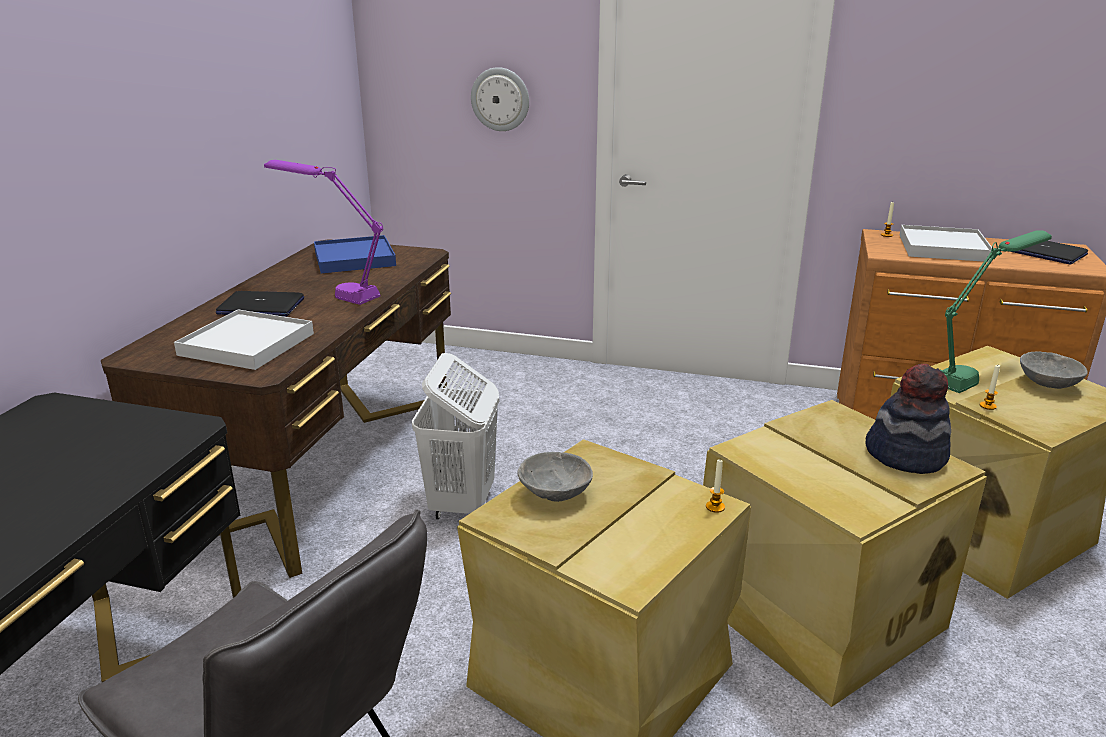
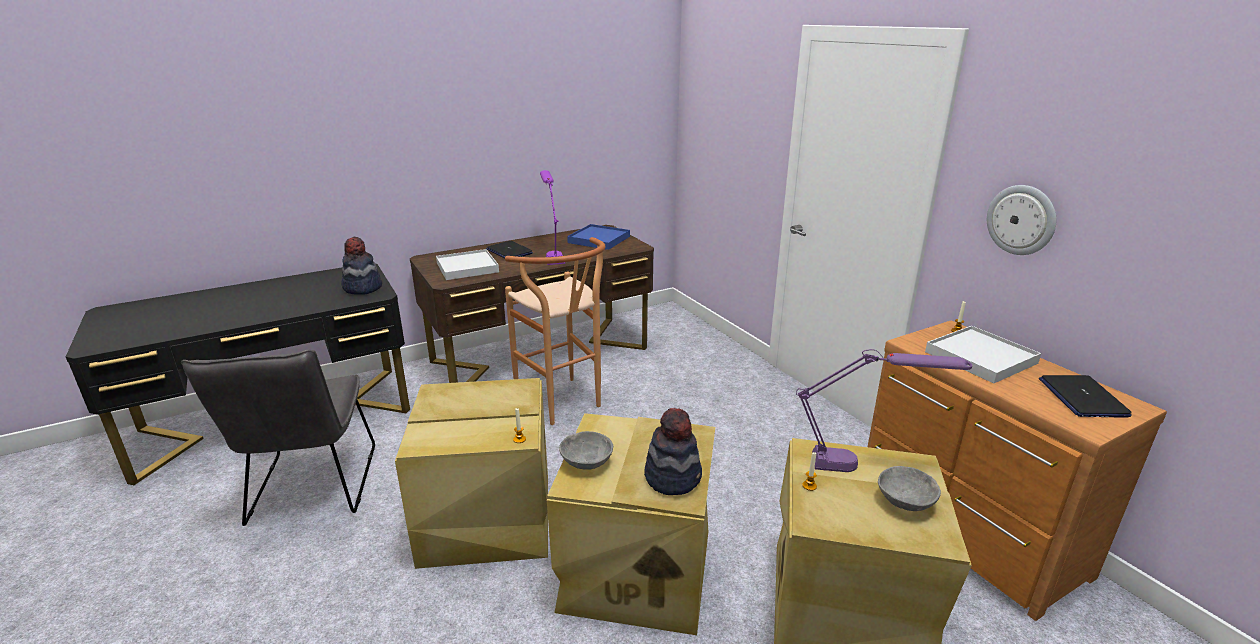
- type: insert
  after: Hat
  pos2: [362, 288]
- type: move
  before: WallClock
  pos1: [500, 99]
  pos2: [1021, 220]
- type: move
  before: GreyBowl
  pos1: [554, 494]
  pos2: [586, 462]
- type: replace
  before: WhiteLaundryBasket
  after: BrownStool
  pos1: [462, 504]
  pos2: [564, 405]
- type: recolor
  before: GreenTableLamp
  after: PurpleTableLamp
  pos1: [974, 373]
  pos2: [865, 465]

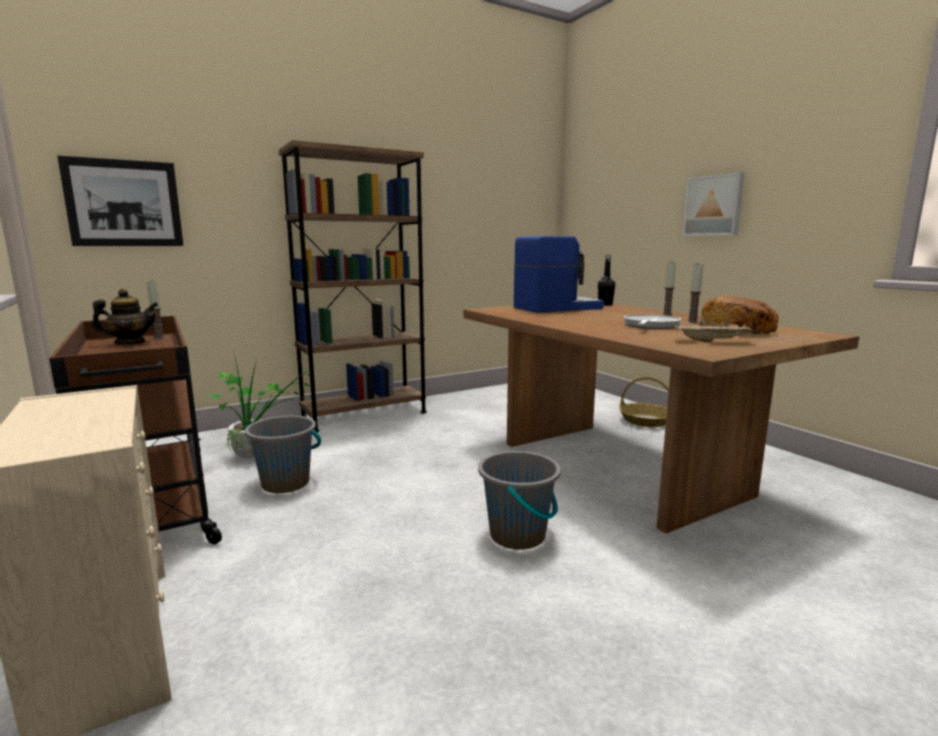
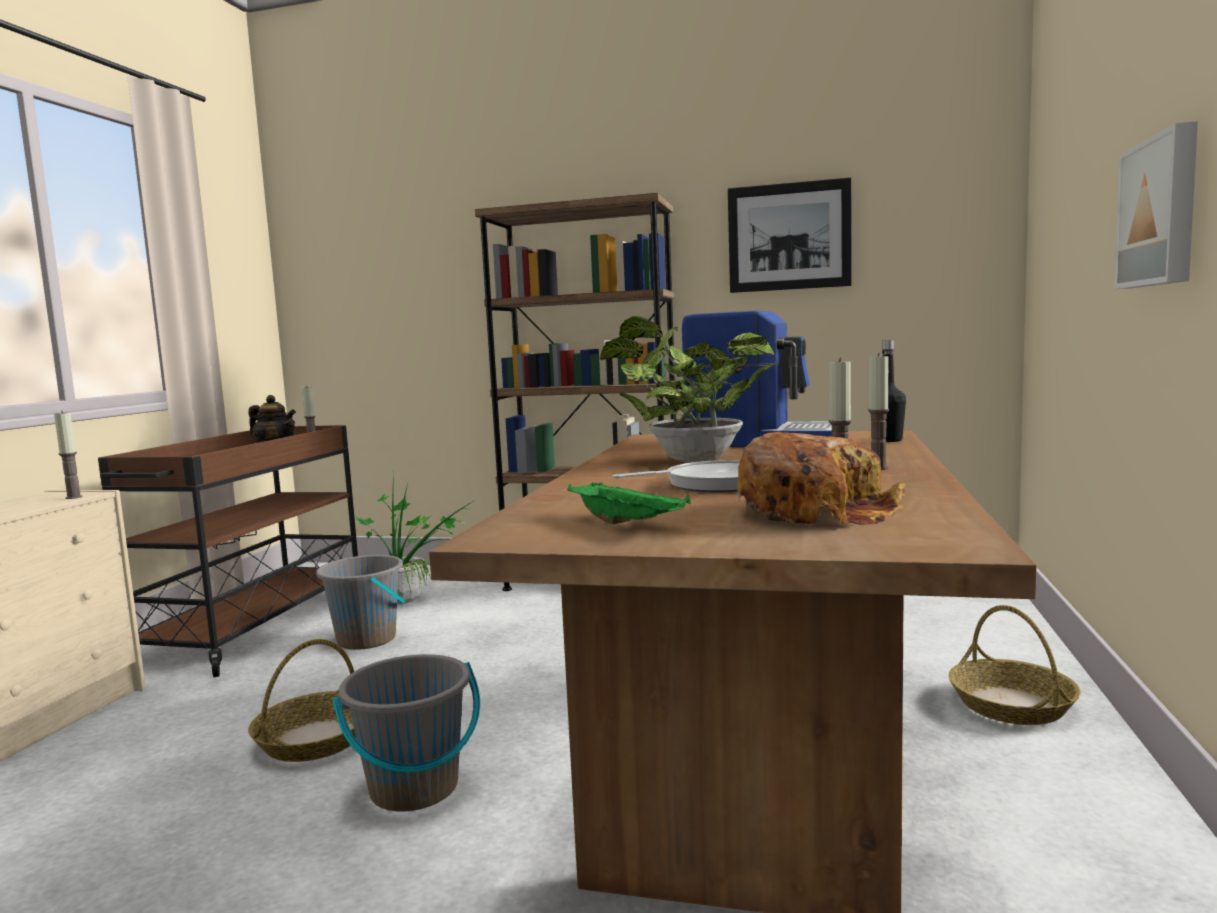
- type: insert
  after: Candle
  pos2: [74, 497]
- type: insert
  after: Basket
  pos2: [315, 739]
- type: insert
  after: PottedPlant
  pos2: [688, 459]
- type: move
  before: Picture
  pos1: [124, 203]
  pos2: [789, 237]
- type: recolor
  before: BeigeTray
  after: GreenTray
  pos1: [714, 341]
  pos2: [629, 524]

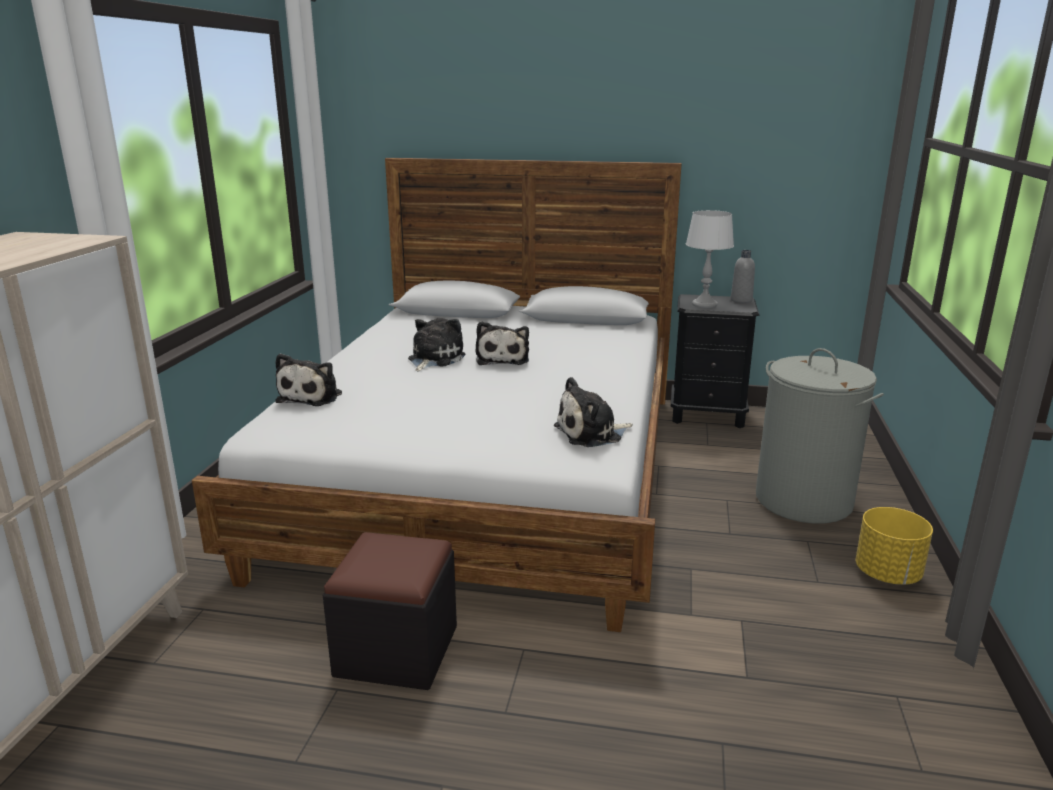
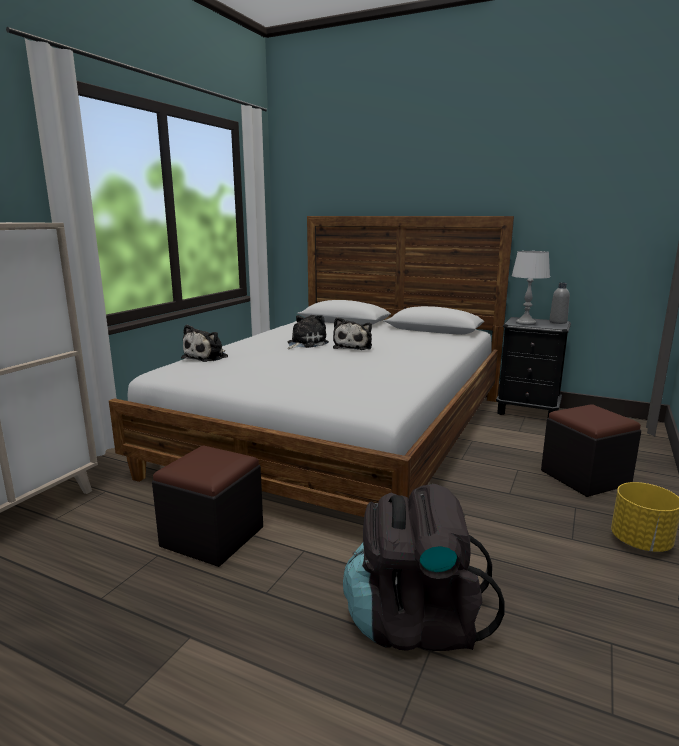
- type: delete
  before: PlushToy
  pos1: [592, 433]
- type: insert
  after: BlackBackpack
  pos2: [415, 622]
- type: replace
  before: GreyLaundryBasket
  after: BlackOttoman
  pos1: [804, 500]
  pos2: [585, 477]

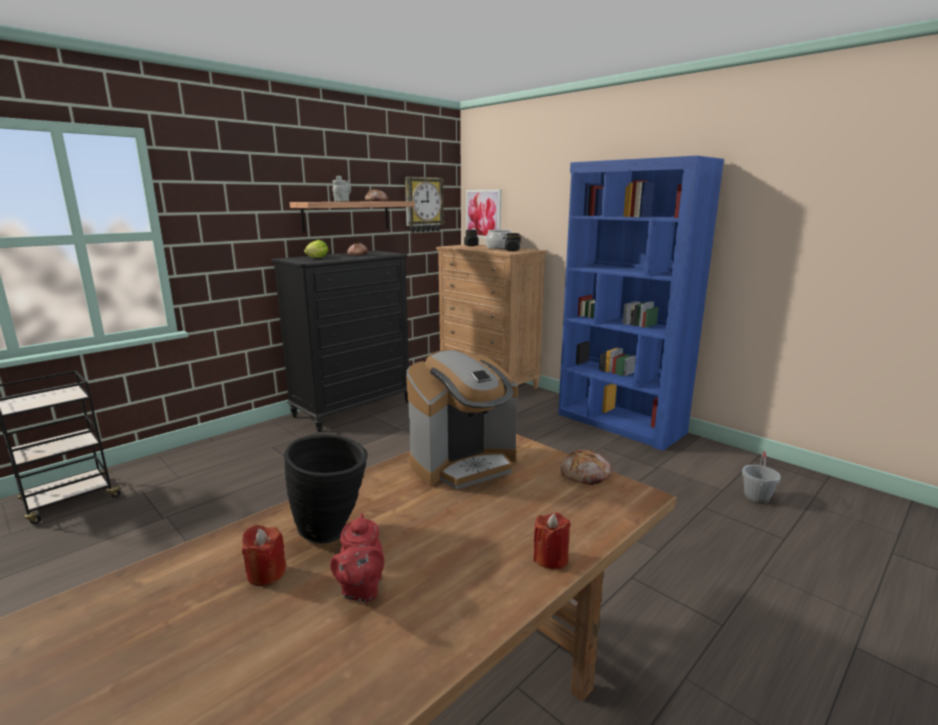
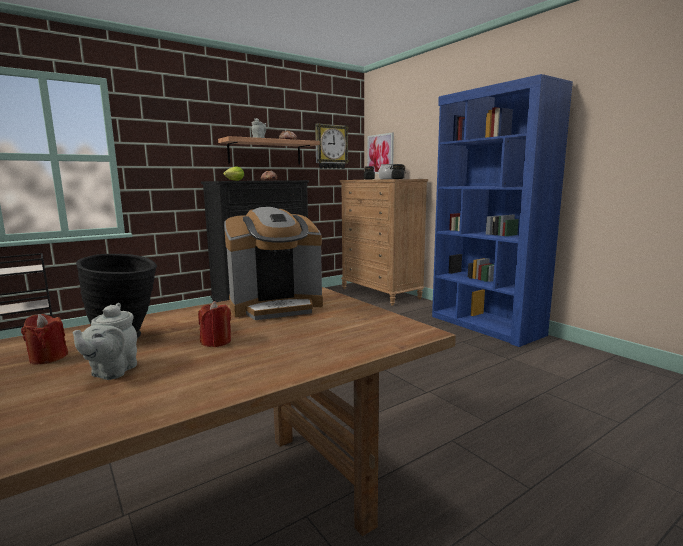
- type: delete
  before: Bread
  pos1: [586, 475]
- type: delete
  before: GreyBucket
  pos1: [757, 498]
- type: move
  before: RedCandle
  pos1: [550, 558]
  pos2: [216, 342]
- type: recolor
  before: RedTeapot
  after: GreyTeapot
  pos1: [361, 589]
  pos2: [112, 372]

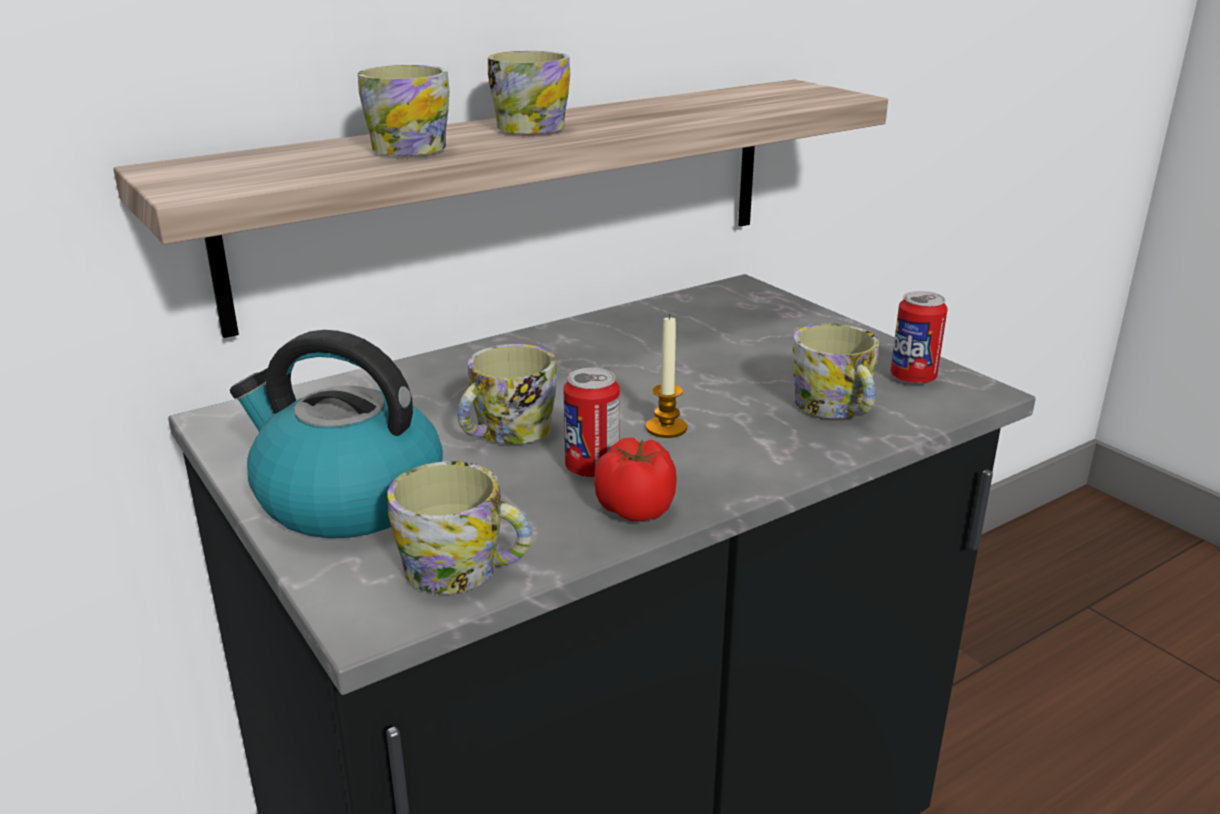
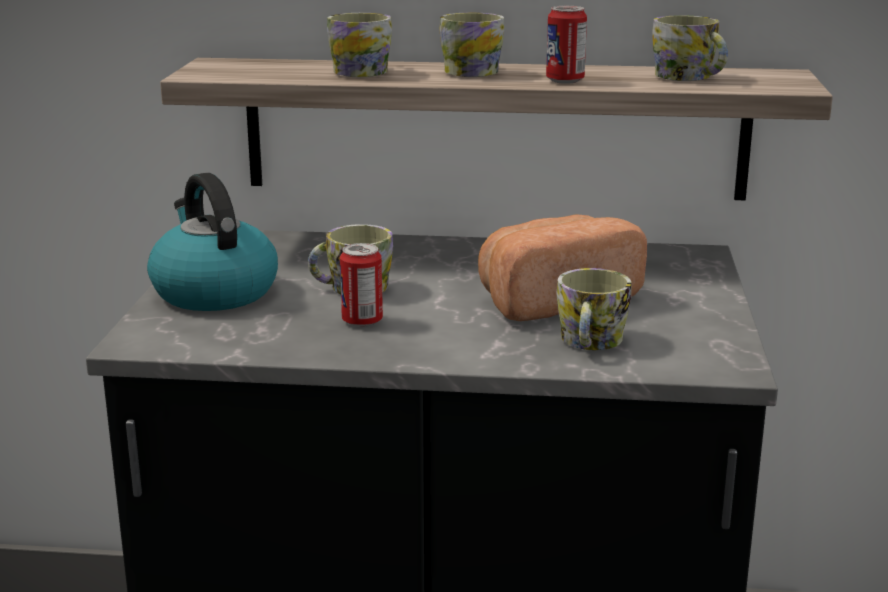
- type: delete
  before: Tomato
  pos1: [637, 508]
- type: delete
  before: Candle
  pos1: [666, 428]
- type: insert
  after: Bread
  pos2: [554, 300]
- type: move
  before: Mug
  pos1: [465, 570]
  pos2: [689, 78]
- type: move
  before: Can
  pos1: [913, 378]
  pos2: [565, 80]

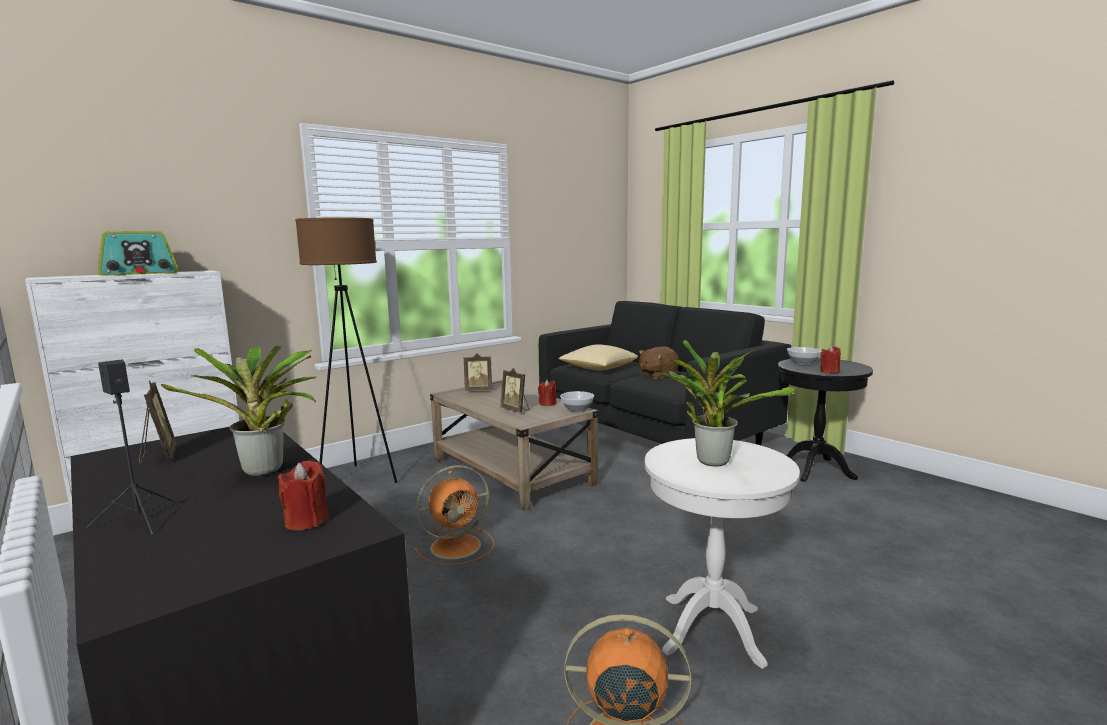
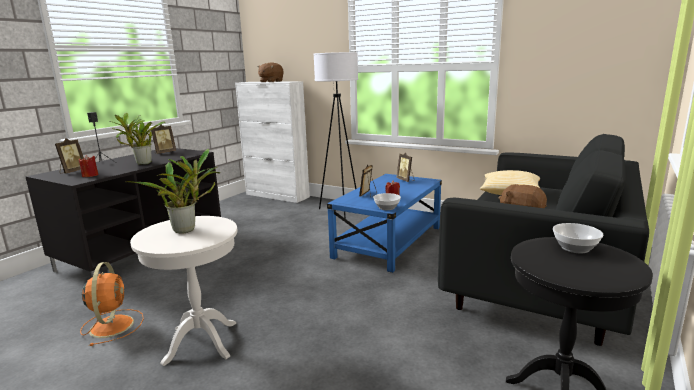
- type: delete
  before: OrangeFan
  pos1: [458, 545]
- type: delete
  before: RedCandle
  pos1: [829, 371]
- type: insert
  after: PictureFrame
  pos2: [72, 171]
- type: replace
  before: Radio
  after: BrownPlushToy
  pos1: [139, 273]
  pos2: [271, 81]
- type: recolor
  before: BrownFloorLamp
  after: WhiteFloorLamp
  pos1: [358, 480]
  pos2: [341, 211]
- type: recolor
  before: BeigeCoffeeTable
  after: BlueCoffeeTable
  pos1: [511, 471]
  pos2: [388, 242]

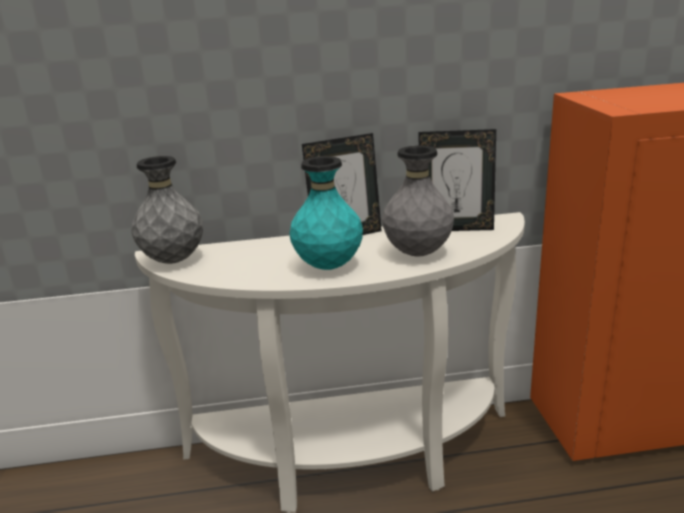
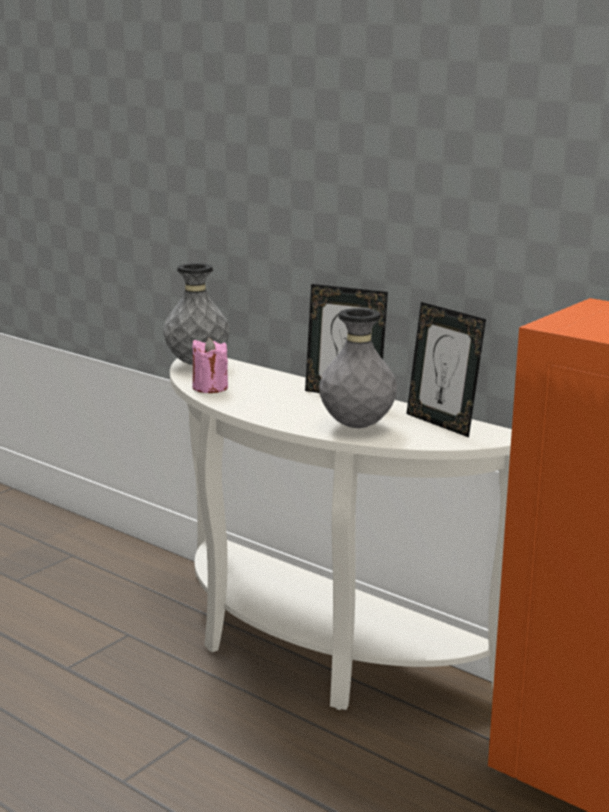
- type: delete
  before: TurquoiseVase
  pos1: [328, 267]
- type: insert
  after: PinkCandle
  pos2: [210, 387]

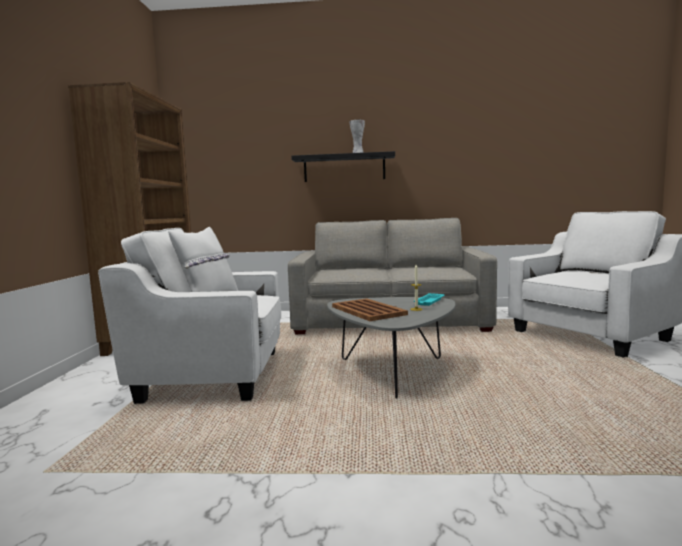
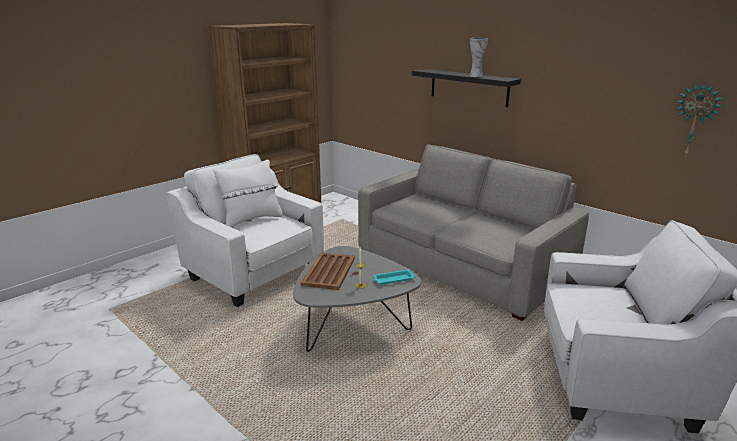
- type: insert
  after: WallClock
  pos2: [695, 120]

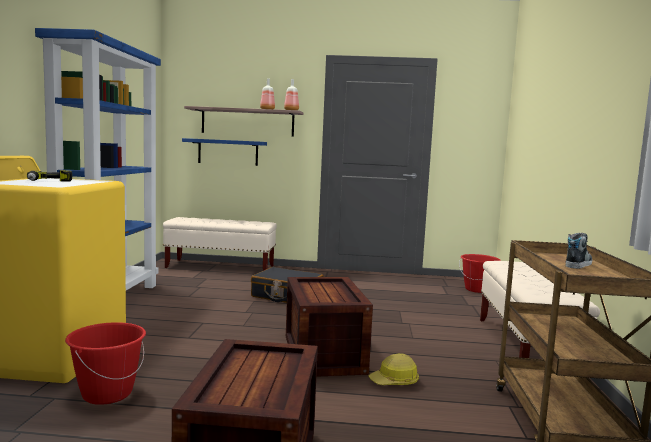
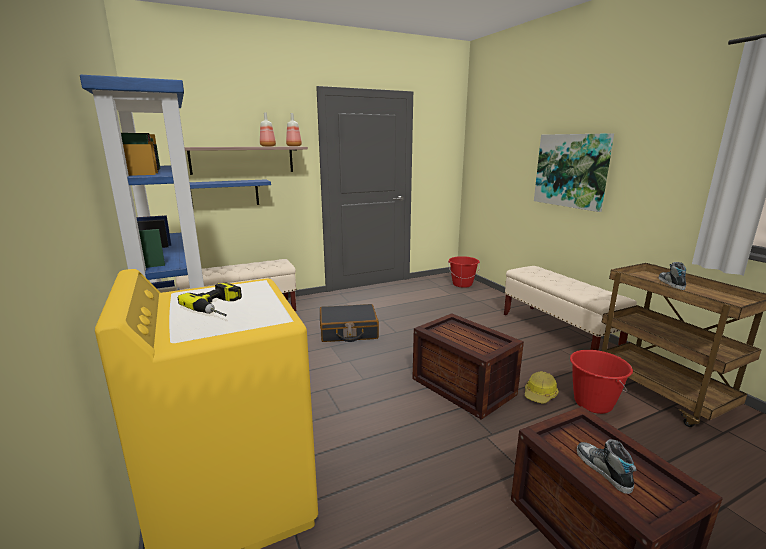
- type: insert
  after: Picture
  pos2: [571, 170]
- type: insert
  after: Shoe
  pos2: [603, 470]
- type: move
  before: RedBucket
  pos1: [107, 393]
  pos2: [592, 403]

